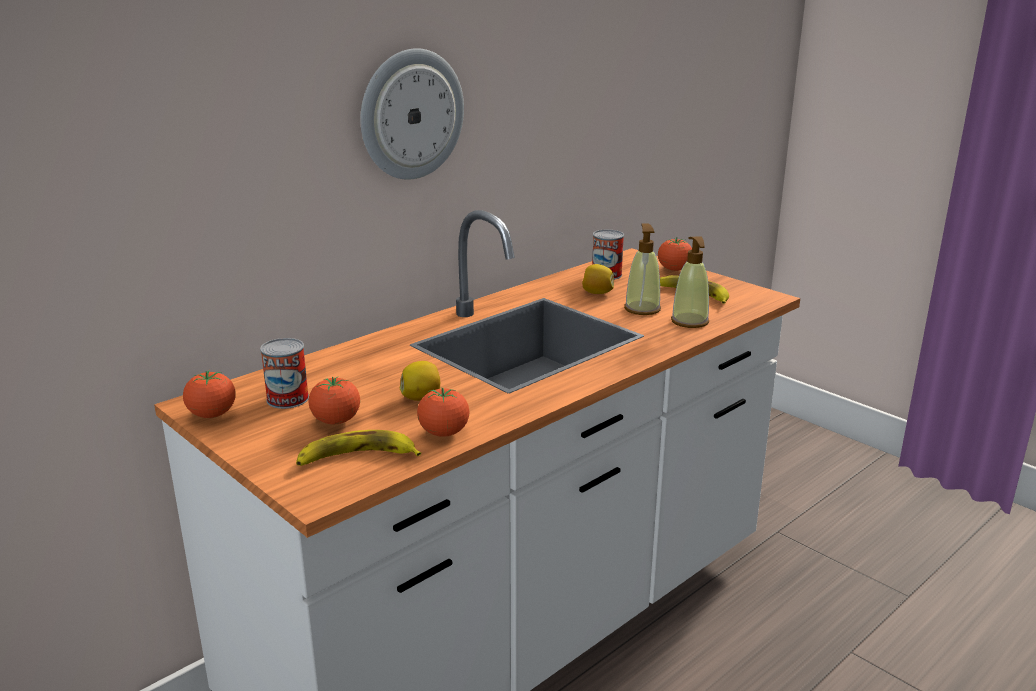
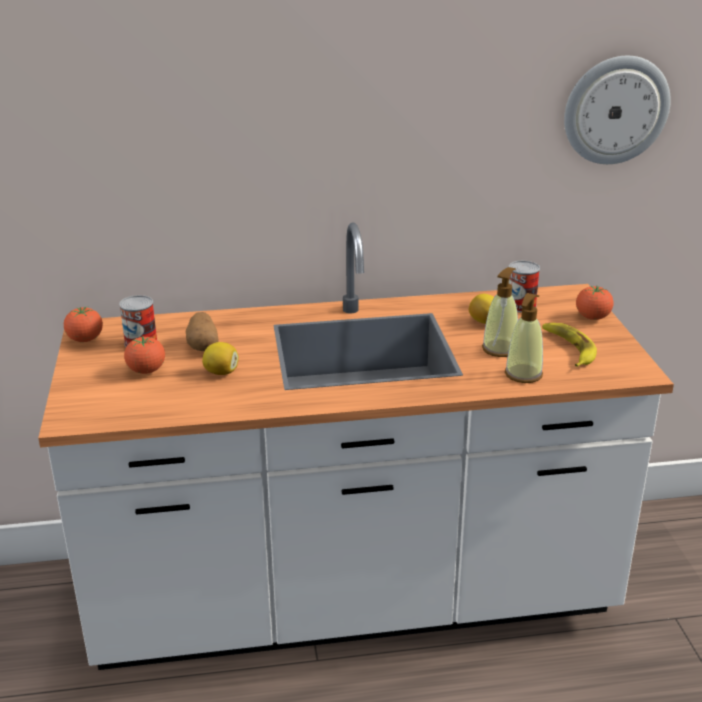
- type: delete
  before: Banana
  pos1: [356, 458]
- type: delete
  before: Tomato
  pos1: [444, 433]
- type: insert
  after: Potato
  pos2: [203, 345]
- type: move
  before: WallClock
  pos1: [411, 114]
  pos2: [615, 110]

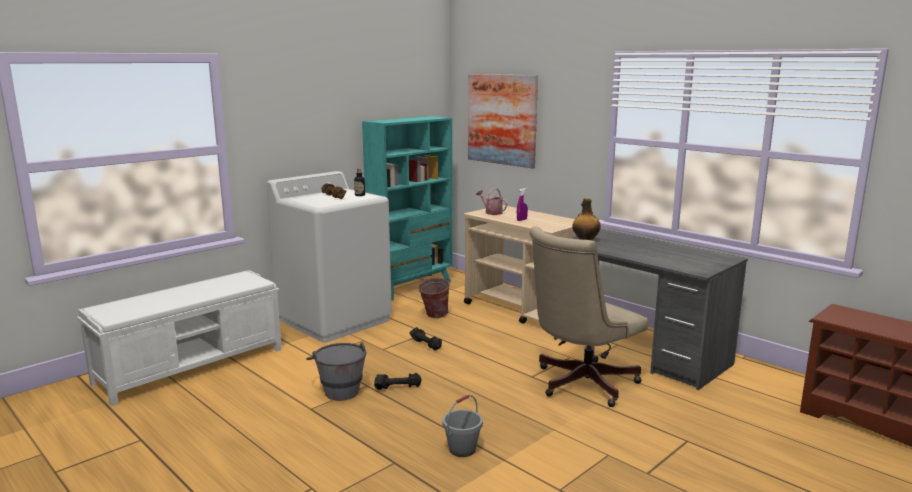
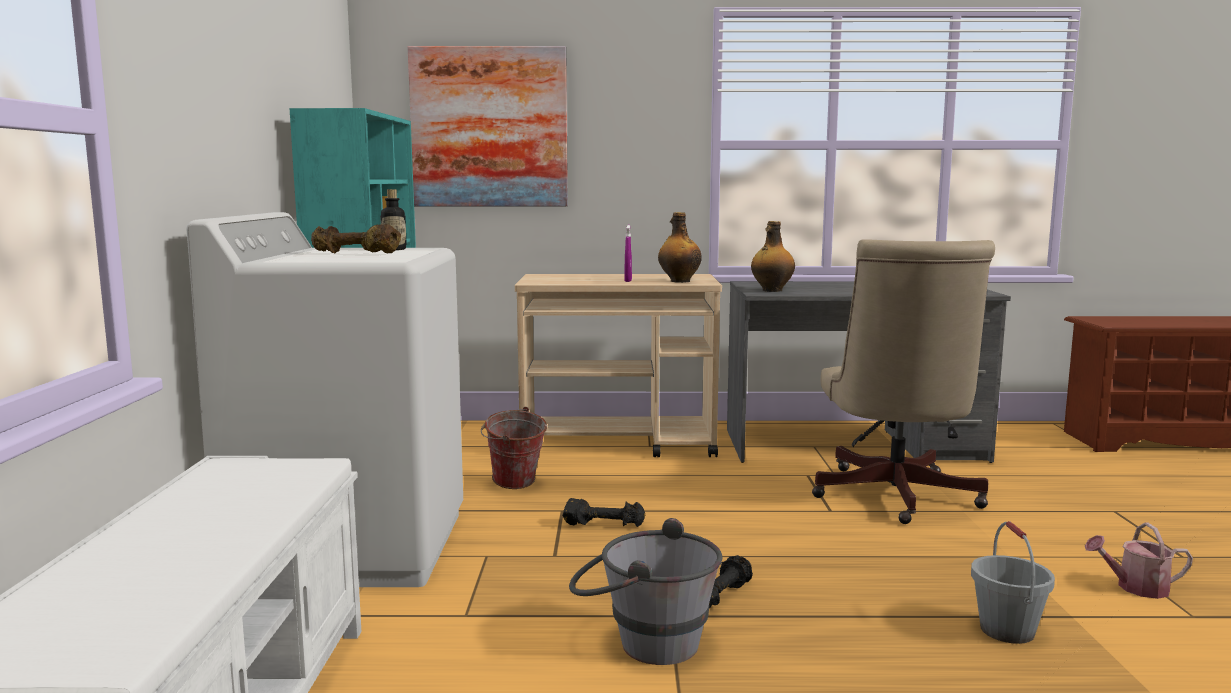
- type: insert
  after: Bottle
  pos2: [679, 281]
- type: move
  before: WateringCan
  pos1: [491, 212]
  pos2: [1136, 588]

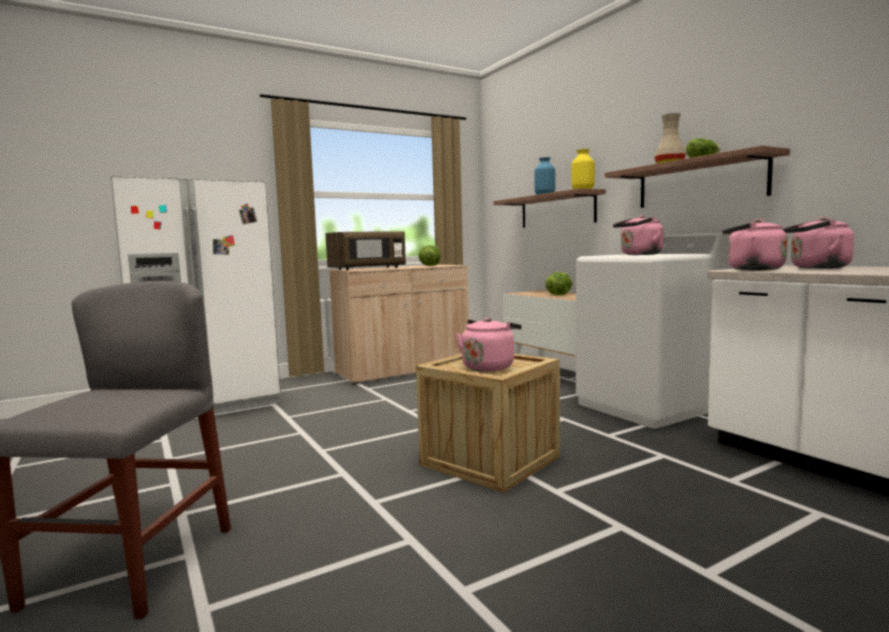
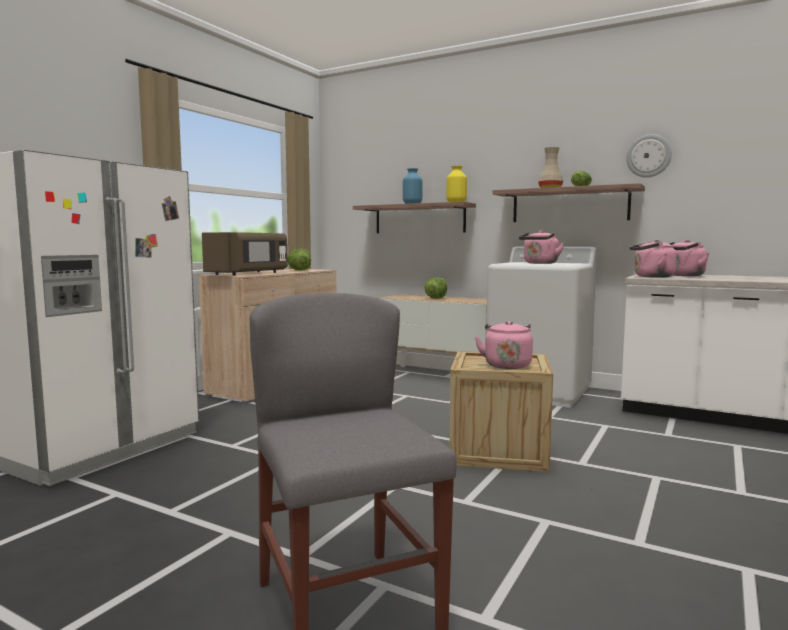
- type: insert
  after: WallClock
  pos2: [648, 156]

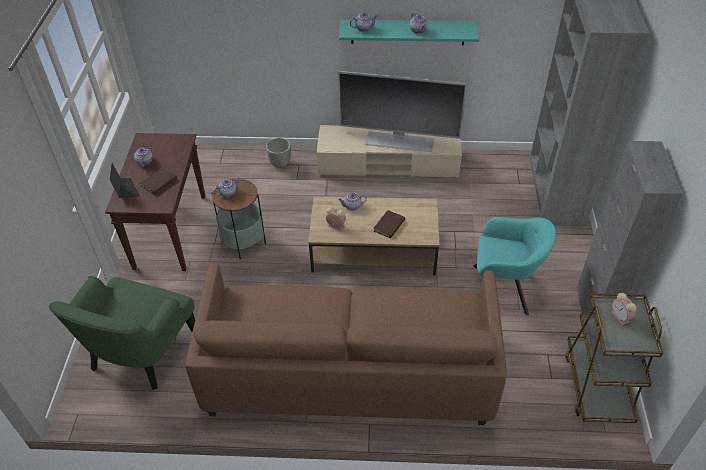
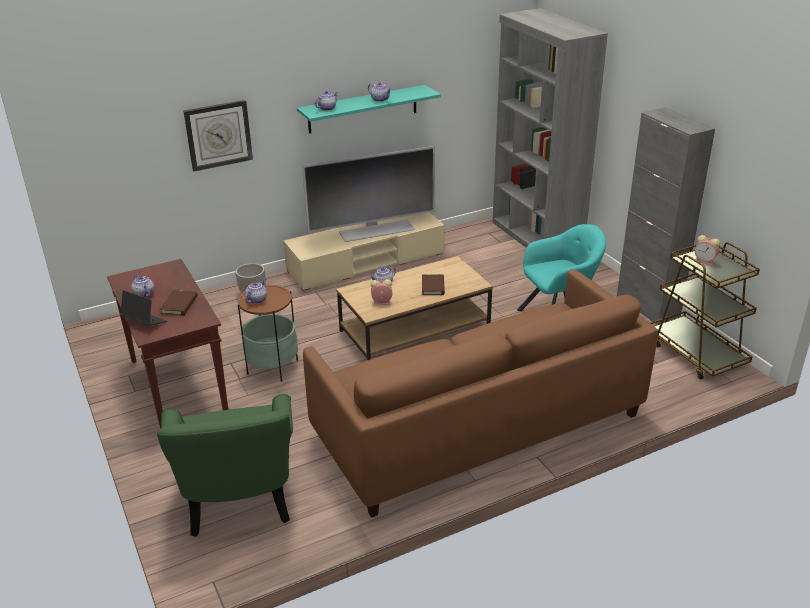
- type: insert
  after: WallClock
  pos2: [218, 135]

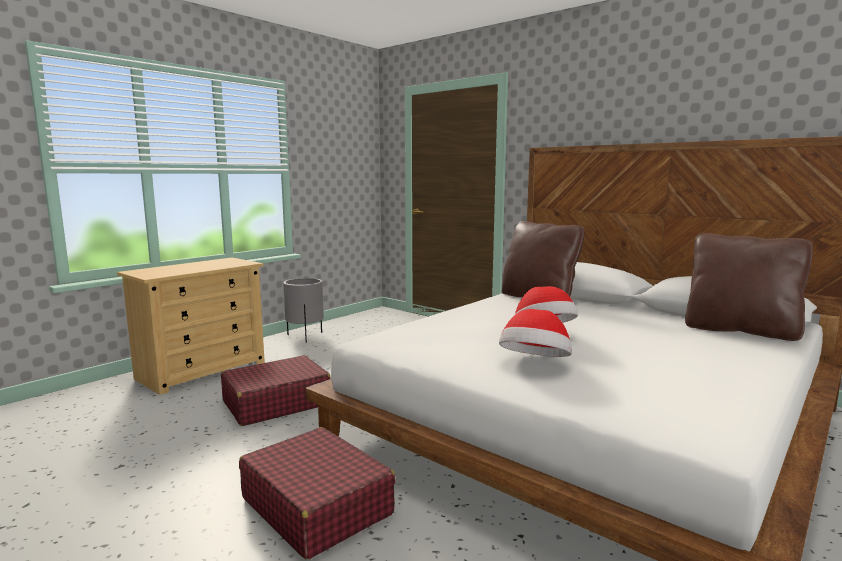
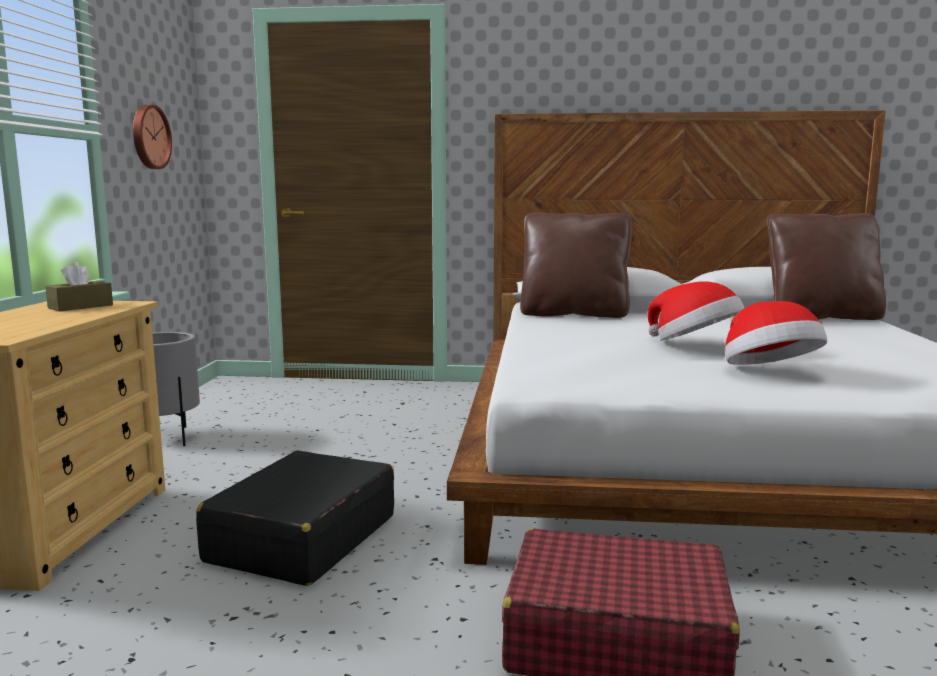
- type: insert
  after: BrownTissueBox
  pos2: [80, 306]
- type: insert
  after: WallClock
  pos2: [149, 137]
- type: recolor
  before: RedSuitcase
  after: BlackSuitcase
  pos1: [276, 403]
  pos2: [302, 538]

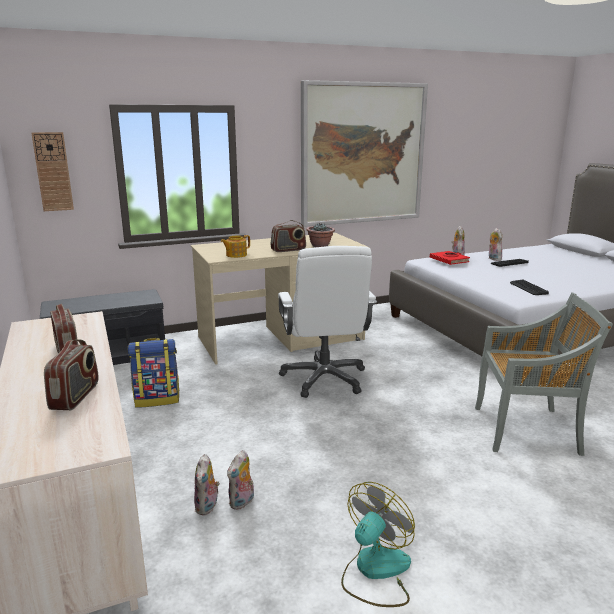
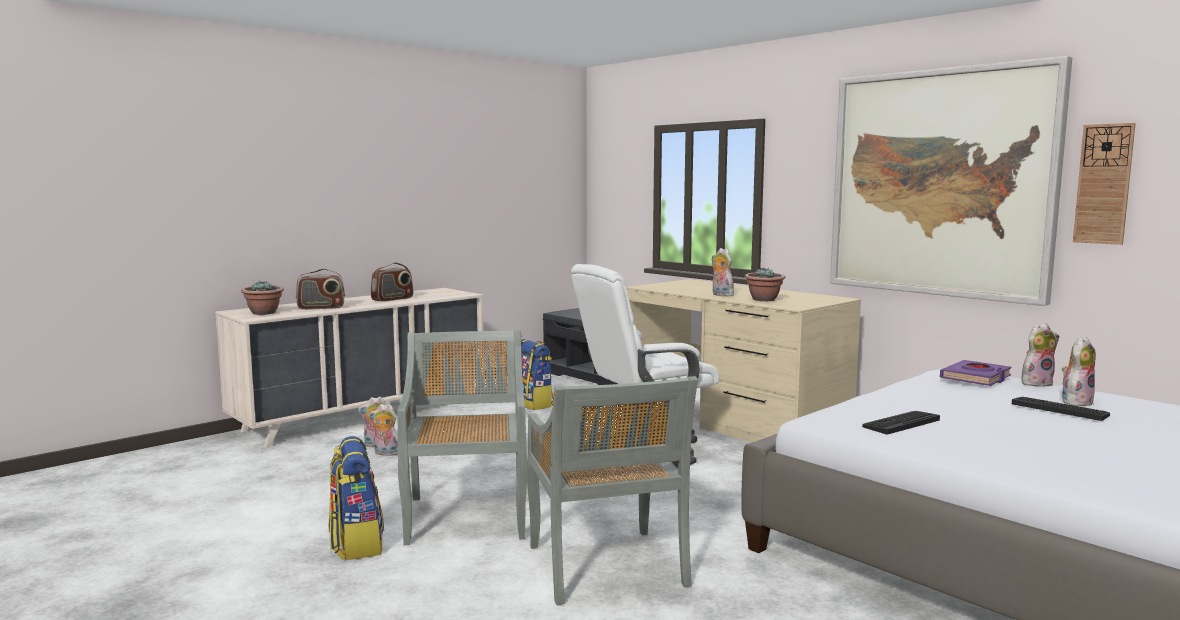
- type: delete
  before: Teapot
  pos1: [236, 255]
- type: delete
  before: Fan
  pos1: [375, 571]
- type: insert
  after: PottedPlant
  pos2: [264, 313]
- type: insert
  after: Backpack
  pos2: [356, 544]
- type: insert
  after: GreyChair
  pos2: [467, 516]
- type: move
  before: WallClock
  pos1: [53, 172]
  pos2: [1103, 184]
- type: replace
  before: Radio
  after: PlushToy
  pos1: [288, 250]
  pos2: [720, 295]
- type: recolor
  before: RedBook
  after: PurpleBook
  pos1: [449, 260]
  pos2: [976, 378]

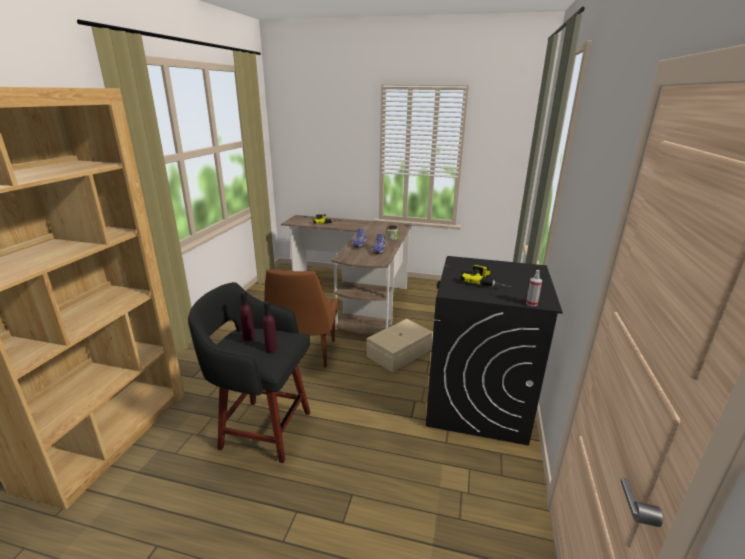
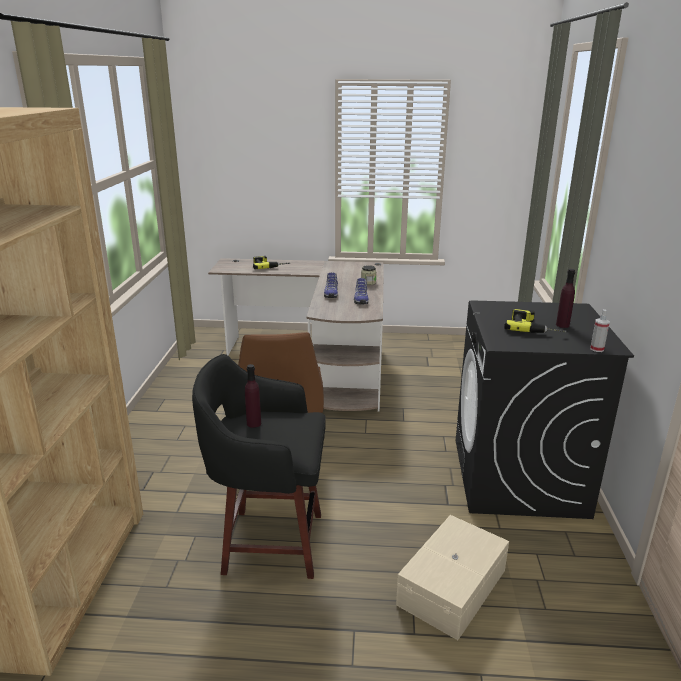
- type: move
  before: PurpleBottle
  pos1: [271, 349]
  pos2: [562, 325]
- type: move
  before: BeigeStorageBox
  pos1: [400, 353]
  pos2: [454, 587]

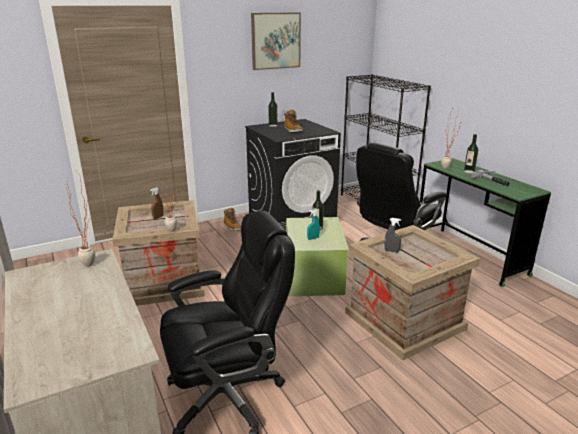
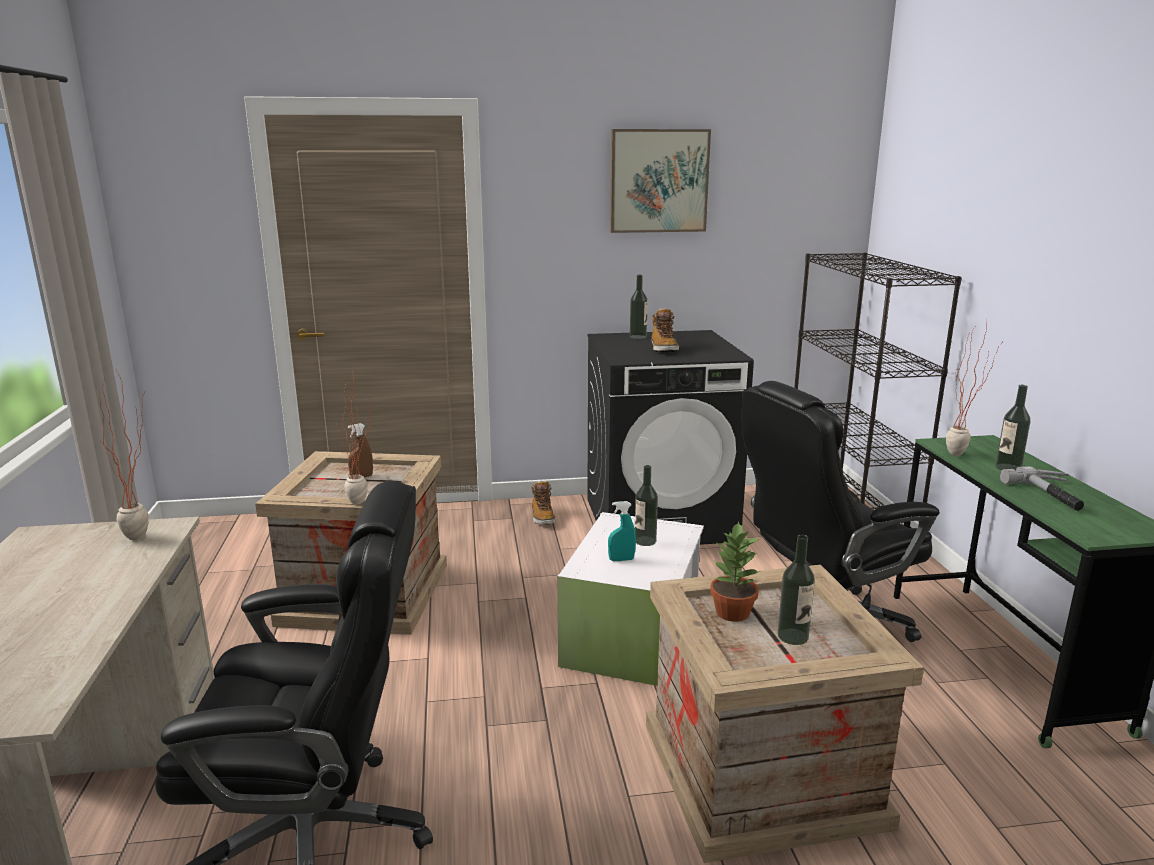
- type: insert
  after: Bottle
  pos2: [792, 636]
- type: replace
  before: GreySprayBottle
  after: PottedPlant
  pos1: [391, 251]
  pos2: [732, 613]
- type: recolor
  before: GreenStorageBox
  after: WhiteStorageBox
  pos1: [315, 275]
  pos2: [634, 636]

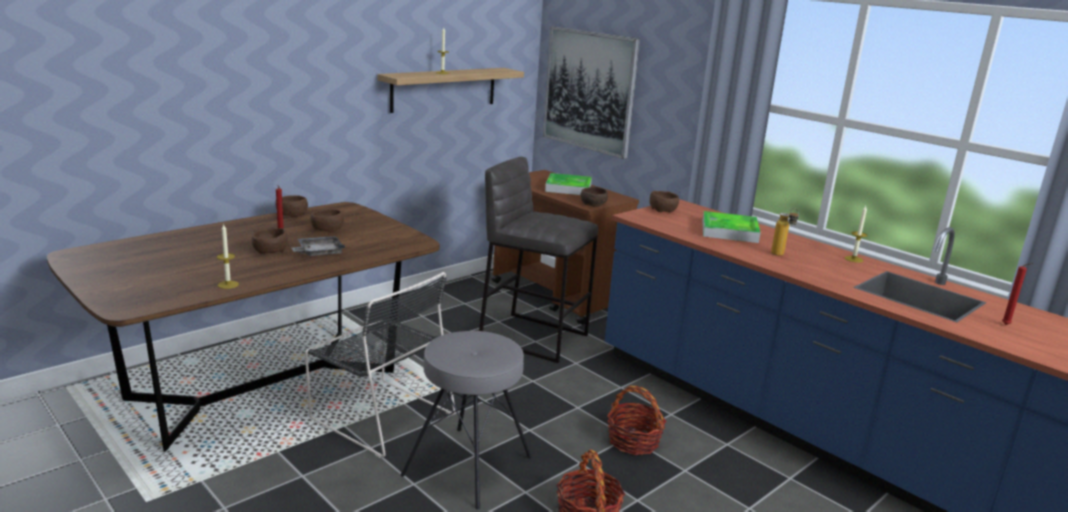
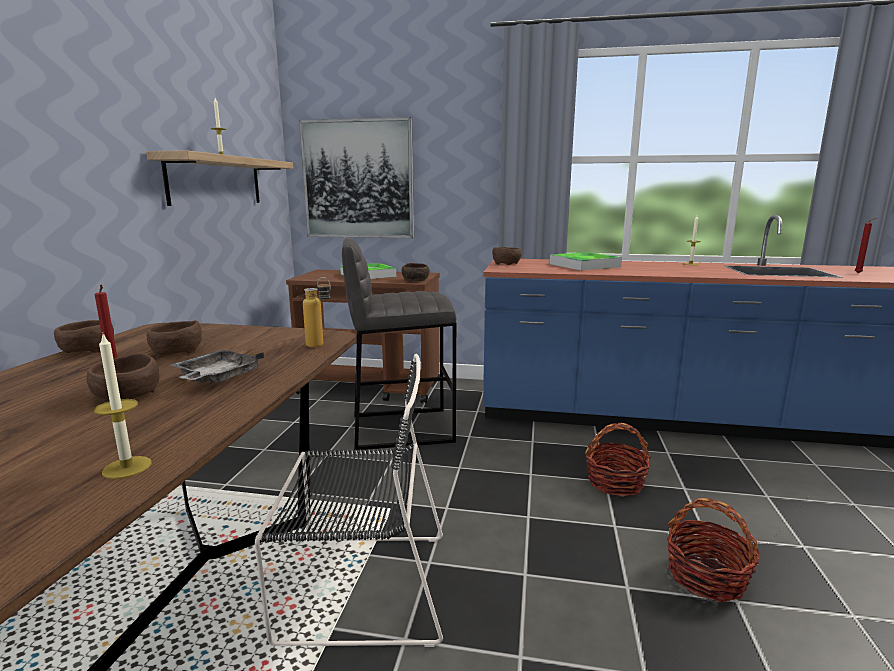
- type: delete
  before: GreyStool
  pos1: [468, 466]
- type: move
  before: Bottle
  pos1: [781, 255]
  pos2: [320, 346]

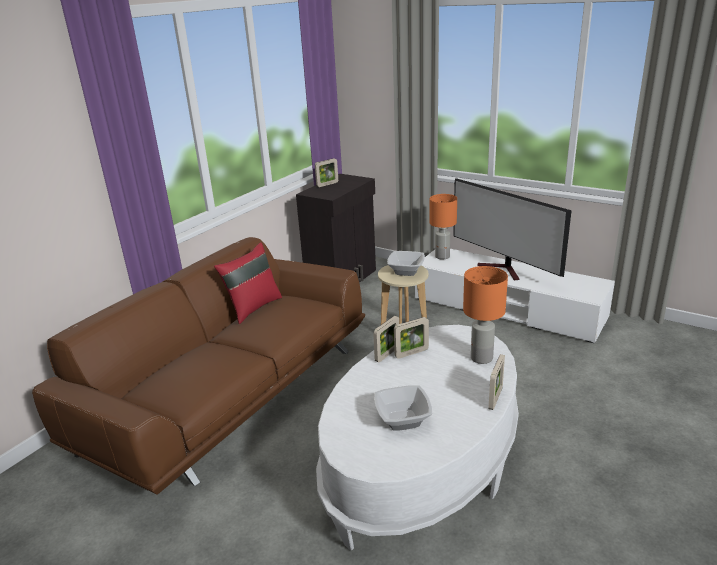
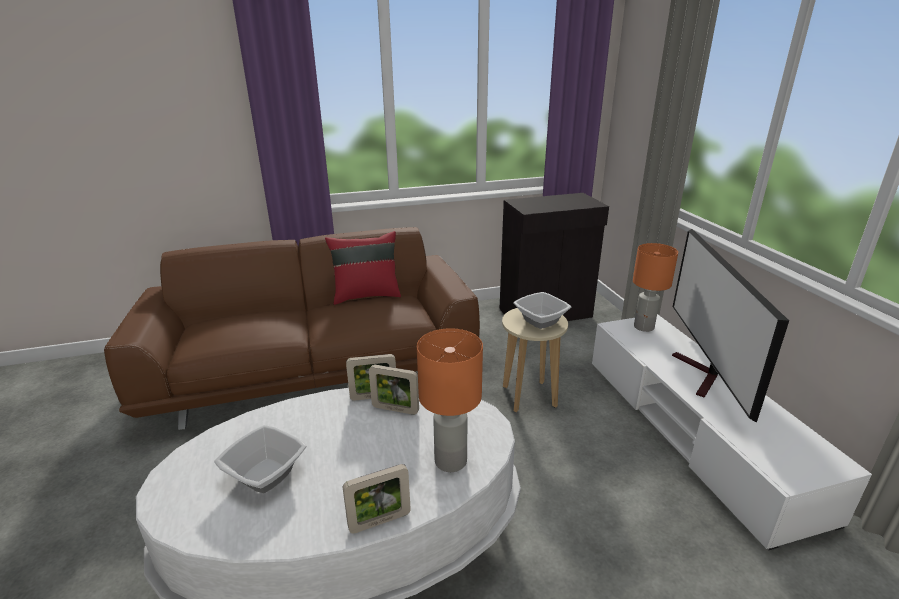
- type: delete
  before: PictureFrame
  pos1: [327, 184]

